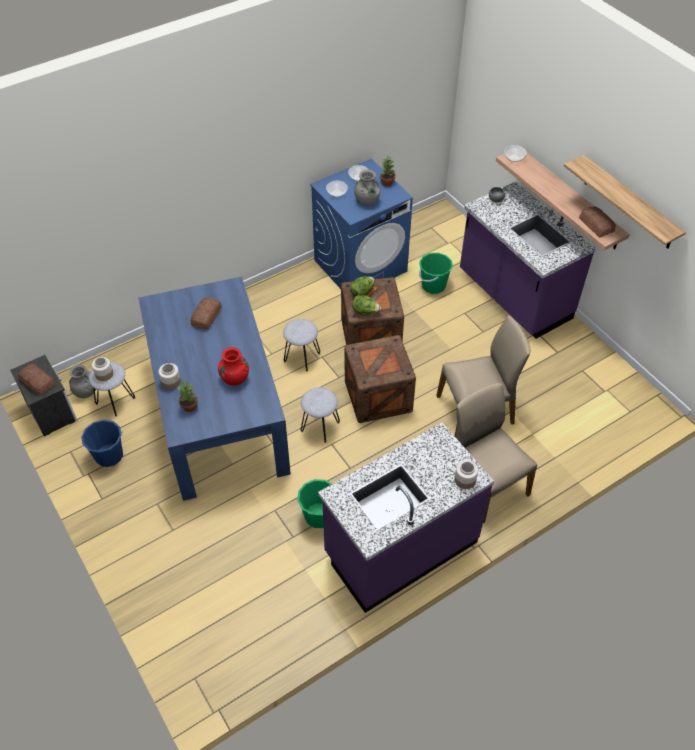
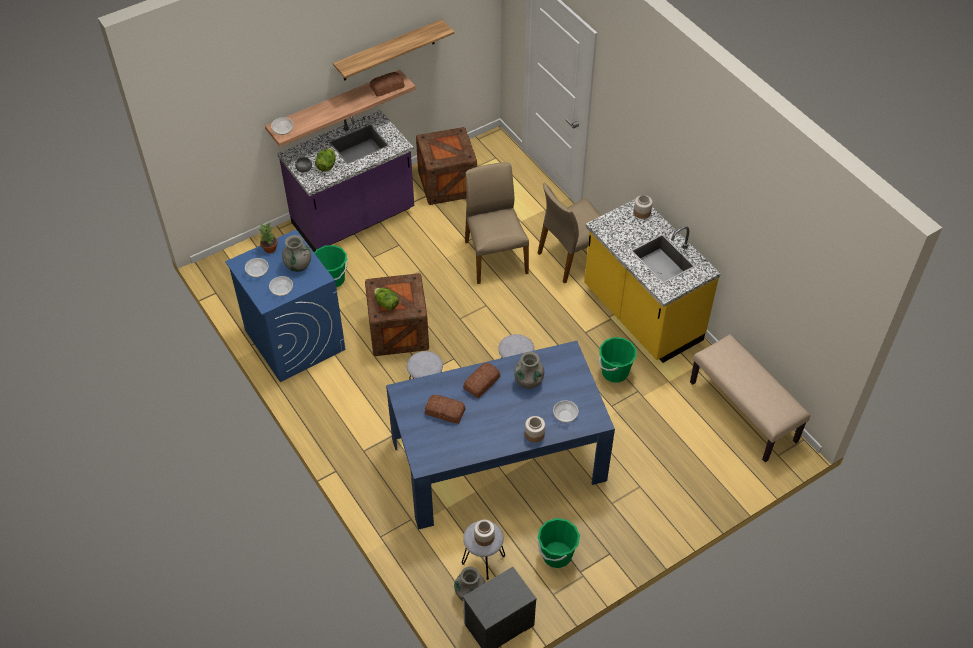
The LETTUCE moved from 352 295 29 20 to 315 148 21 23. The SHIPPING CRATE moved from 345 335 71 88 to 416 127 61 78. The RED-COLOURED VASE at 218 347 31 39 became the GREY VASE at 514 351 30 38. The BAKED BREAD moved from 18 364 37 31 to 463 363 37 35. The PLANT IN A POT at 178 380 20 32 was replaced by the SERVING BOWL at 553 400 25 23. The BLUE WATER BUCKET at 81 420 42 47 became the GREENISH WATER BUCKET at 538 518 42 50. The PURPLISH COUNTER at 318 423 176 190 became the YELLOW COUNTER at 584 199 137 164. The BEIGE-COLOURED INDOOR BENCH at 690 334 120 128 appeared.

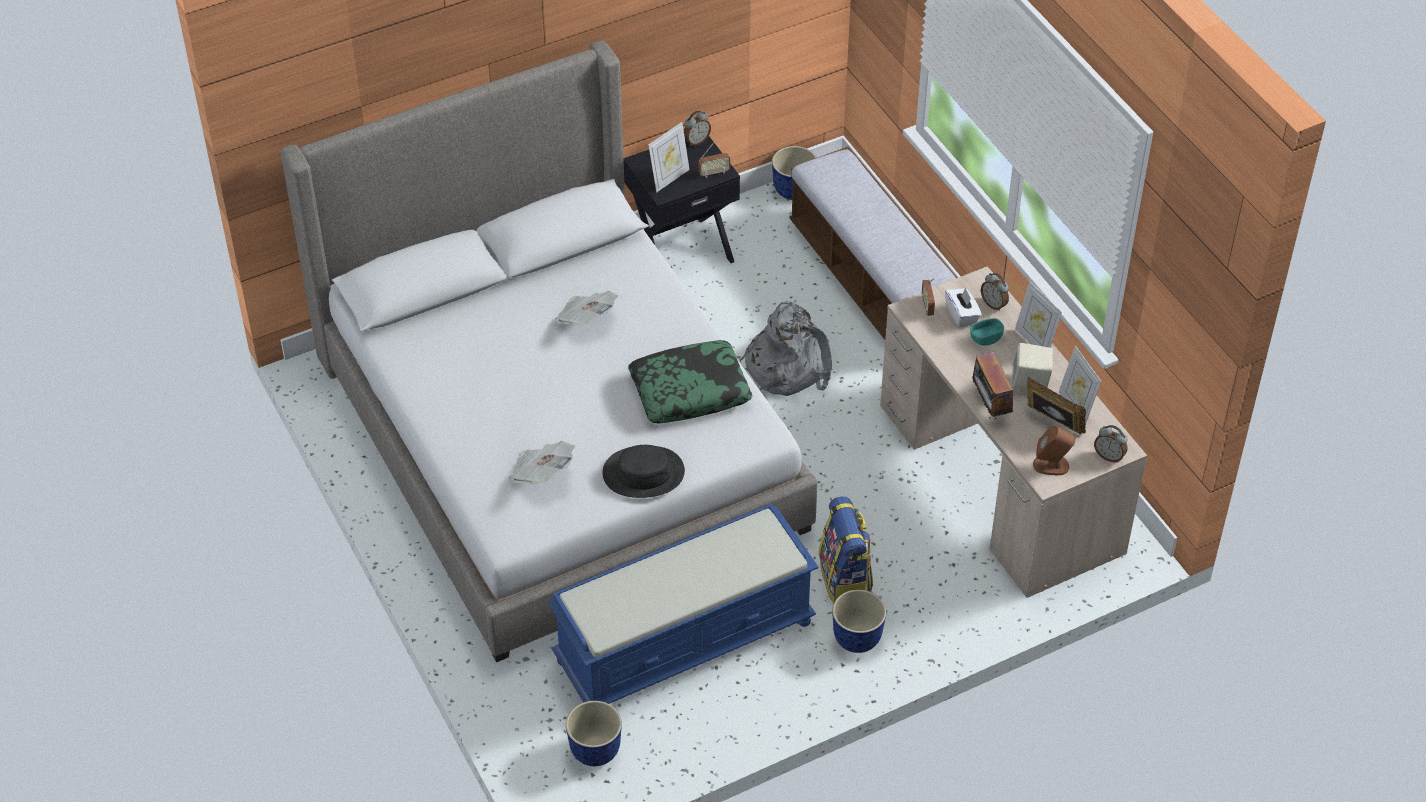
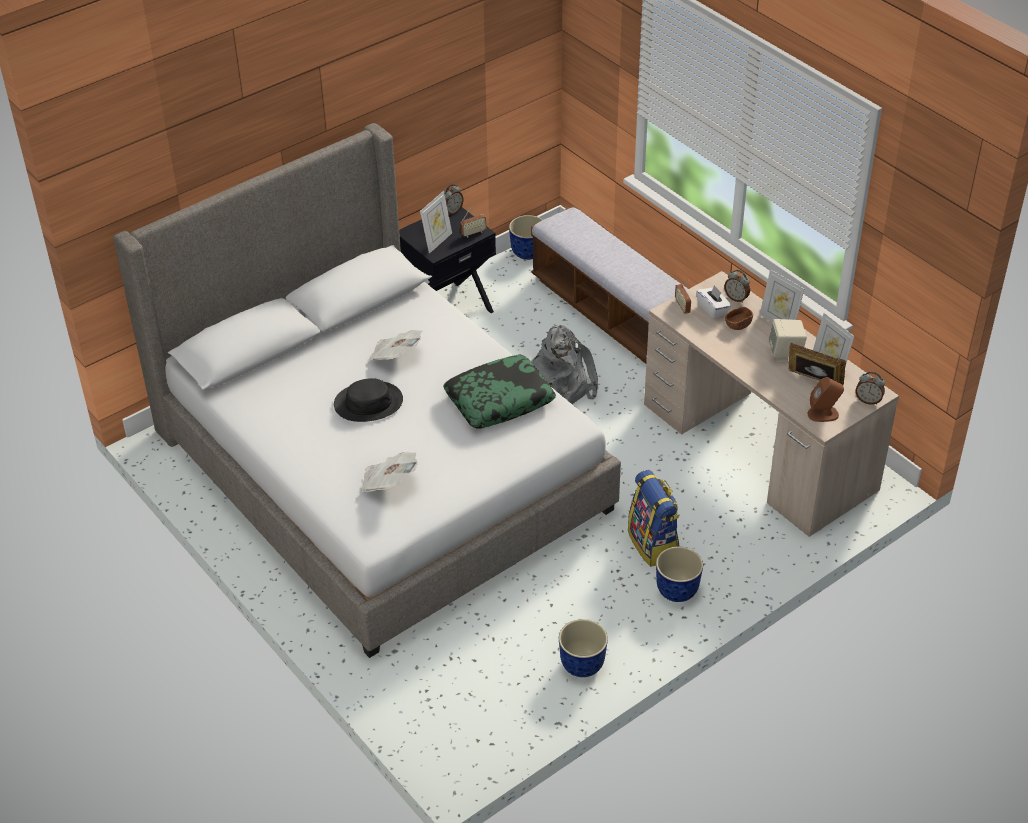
The TURQUOISE-COLOURED SERVING BOWL at 970 318 34 28 became the BROWN-COLOURED SERVING BOWL at 725 307 28 23. The RADIO at 972 352 45 68 disappeared. The BLACKISH CLOTHING HAT moved from 602 445 83 53 to 334 378 69 44. The BLUE INDOOR BENCH at 547 503 272 201 disappeared. The PLANT POT moved from 566 701 56 65 to 559 619 49 58.

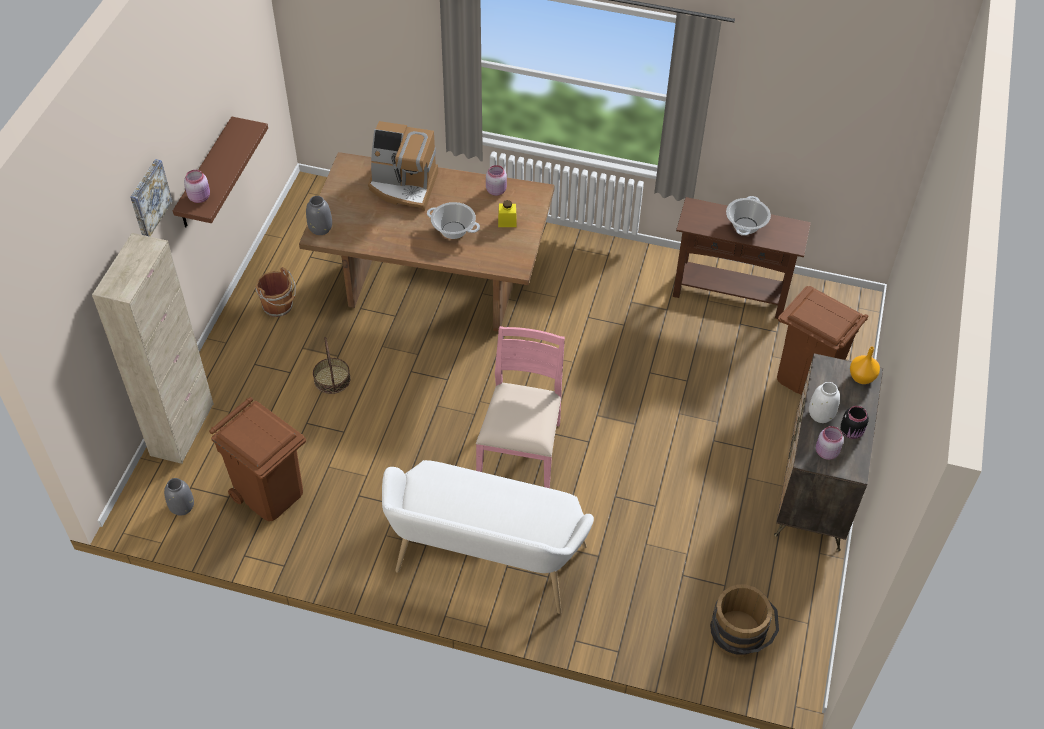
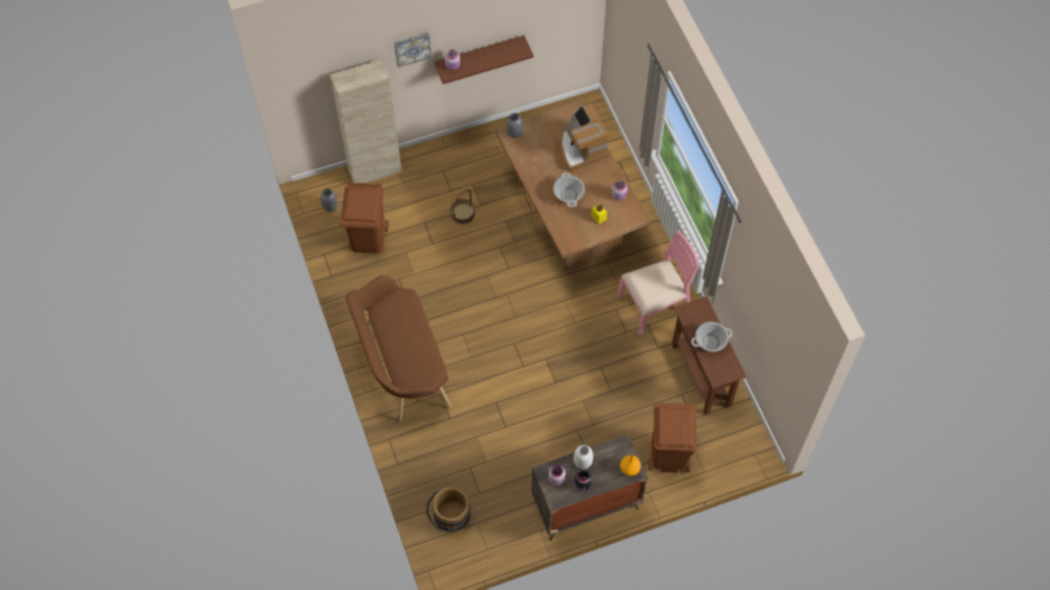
The BROWN-COLOURED WATER BUCKET at 255 267 41 50 disappeared. The PINK-COLOURED PLAIN CHAIR moved from 476 326 89 162 to 617 230 83 106. The WHITE-COLOURED INDOOR BENCH at 382 460 212 154 became the BROWN-COLOURED INDOOR BENCH at 346 275 106 147.

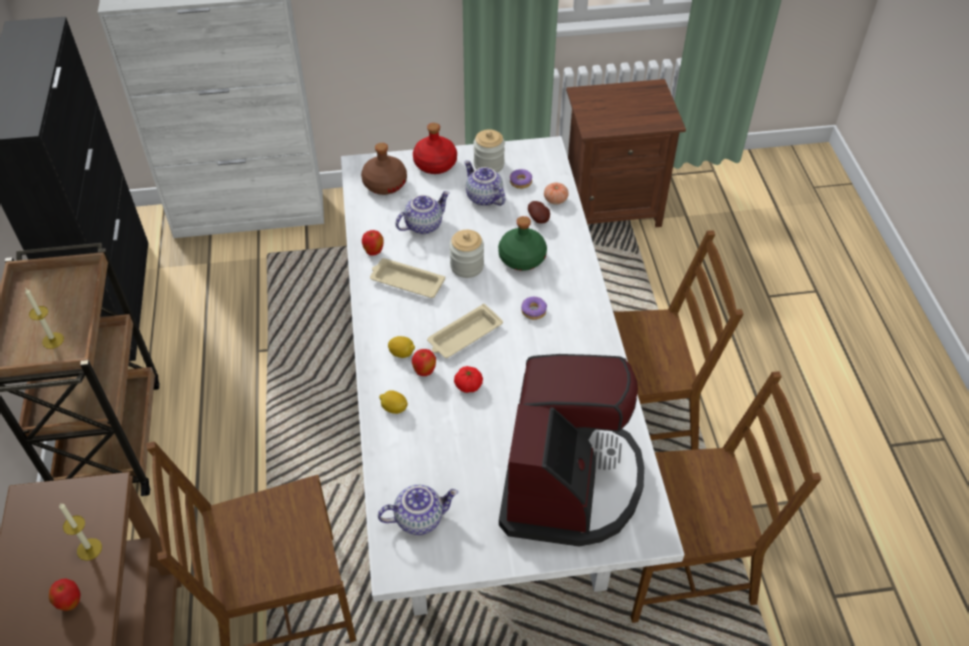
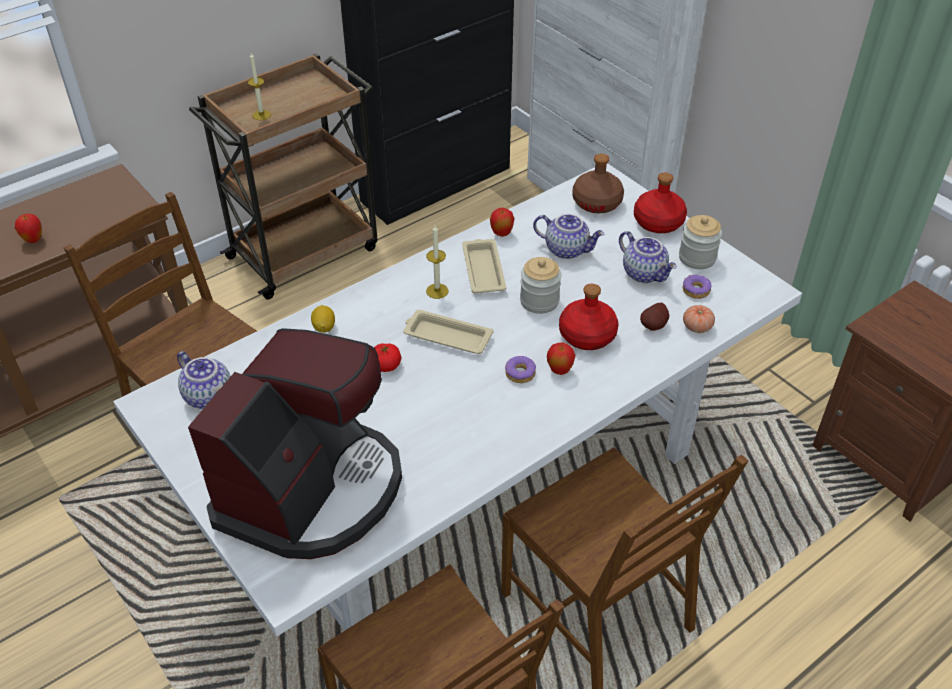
The POT FOR TEA at 464 160 42 46 turned 120 degrees clockwise. The GREENISH BOTTLE at 498 216 49 55 became the RED-COLOURED BOTTLE at 559 284 60 66. The CITRUS FRUIT at 388 336 27 22 disappeared. The APPLE moved from 412 349 24 27 to 547 343 29 32. The COFFEE MACHINE at 499 354 145 193 turned 45 degrees counterclockwise. The WAX LIGHT moved from 59 503 43 58 to 426 225 22 74.

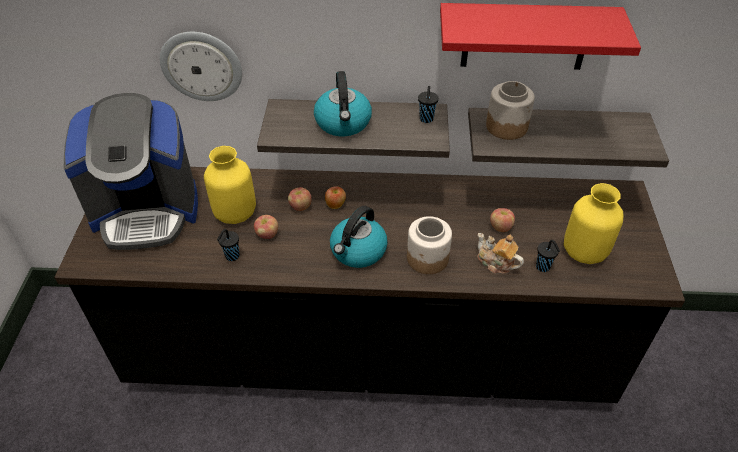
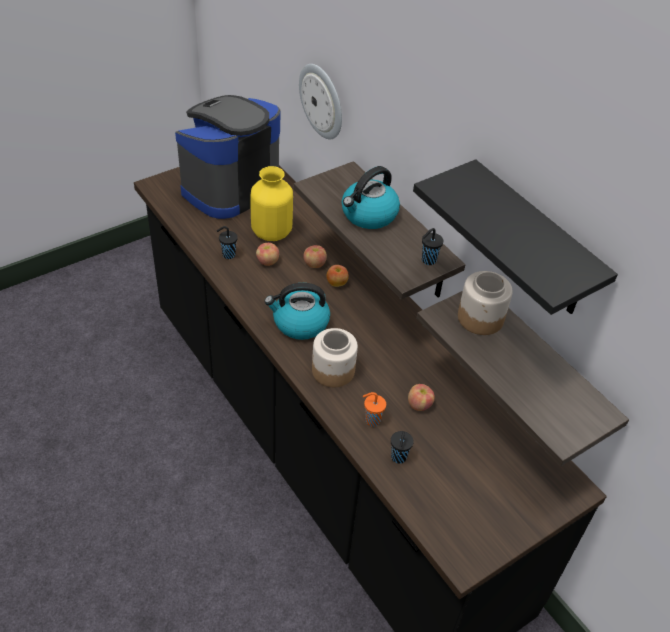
The RED-COLOURED BRACKET SHELF at 440 3 201 67 became the BLACKISH BRACKET SHELF at 413 159 205 156. The COFFEE MACHINE at 64 93 134 157 turned 90 degrees clockwise. The YELLOW VASE at 564 183 59 81 disappeared. The POT FOR TEA at 477 233 47 41 was replaced by the ORANGE SMALL CUP at 363 392 23 34.

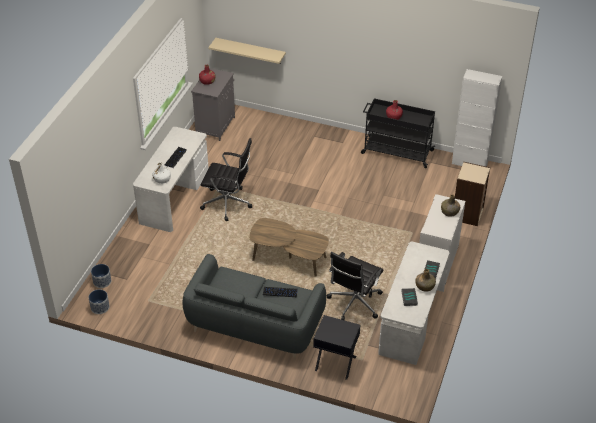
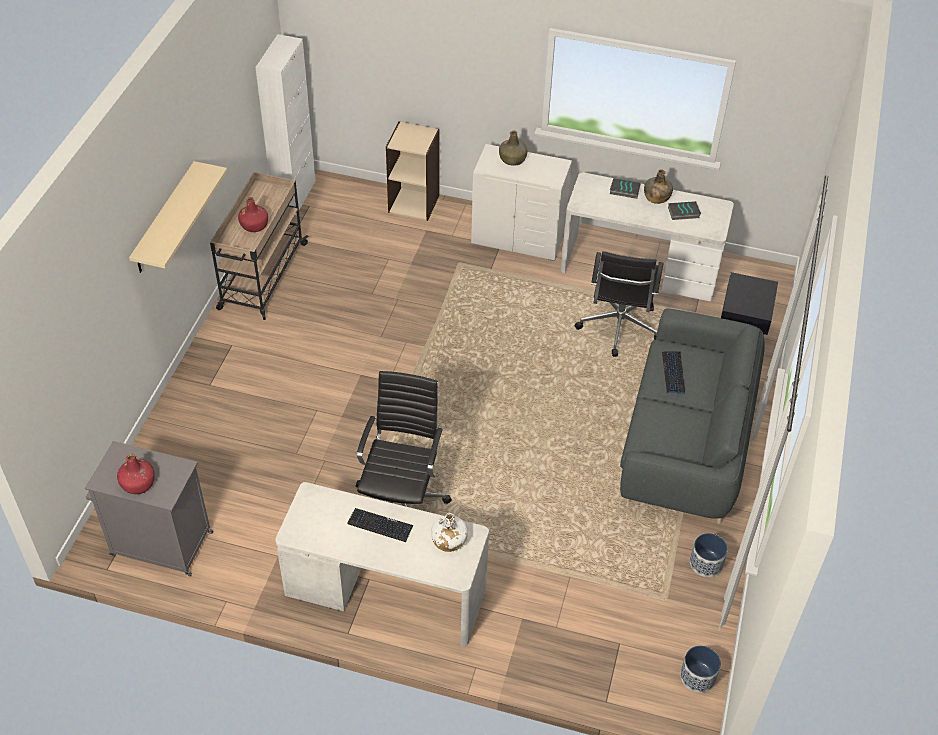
The BEIGE-COLOURED BRACKET SHELF moved from 208 38 78 26 to 129 161 98 112. The BLACKISH TROLLEY at 361 98 74 70 became the BEIGE-COLOURED TROLLEY at 210 172 99 148. The BROWN-COLOURED LOUNGE TABLE at 249 218 80 59 disappeared. The BLACKISH DESK CHAIR at 326 252 58 68 turned 75 degrees clockwise. The PLANT POT moved from 91 264 21 24 to 690 533 38 44.

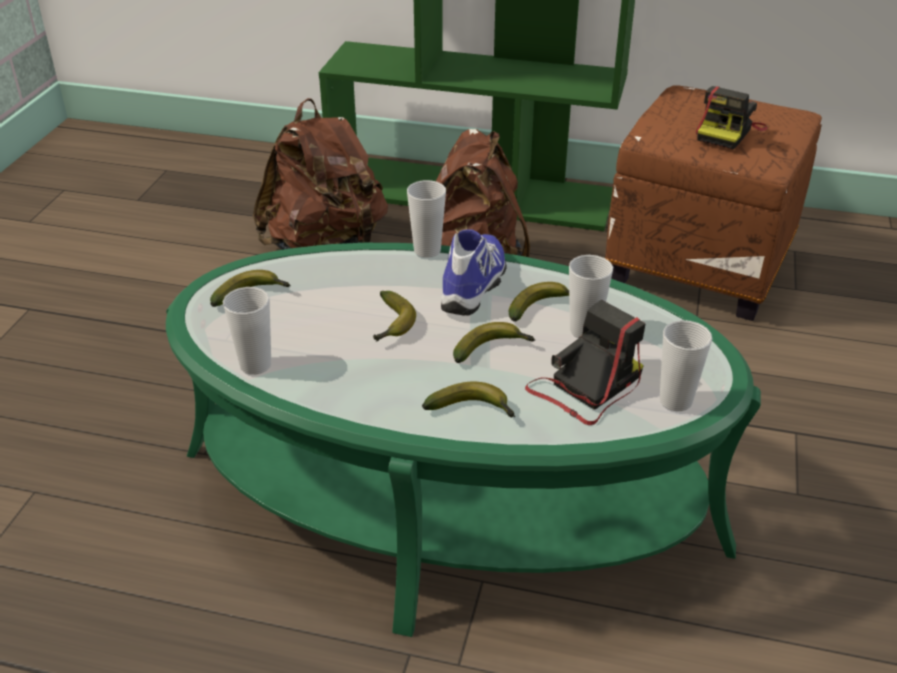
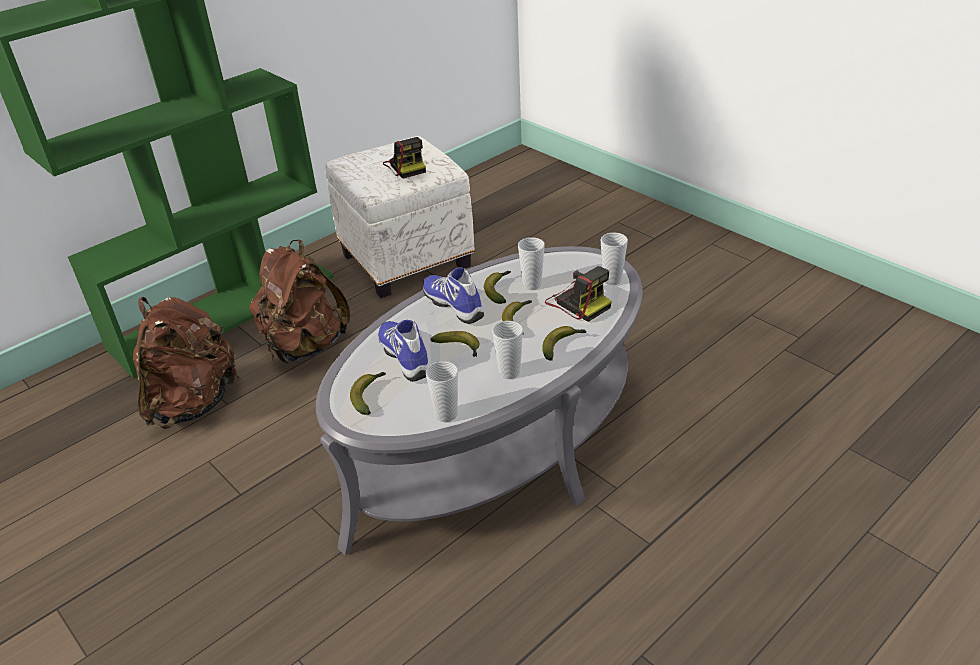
The BROWN-COLOURED OTTOMAN at 605 85 217 236 became the WHITE-COLOURED OTTOMAN at 326 136 149 162. The SMALL CUP moved from 407 180 39 78 to 492 321 31 58. The GREENISH LOUNGE TABLE at 166 243 595 394 became the GREY LOUNGE TABLE at 316 246 327 310. The STILL CAMERA at 525 300 121 125 turned 150 degrees clockwise. The ITEM OF FOOTWEAR at 378 320 51 62 appeared.

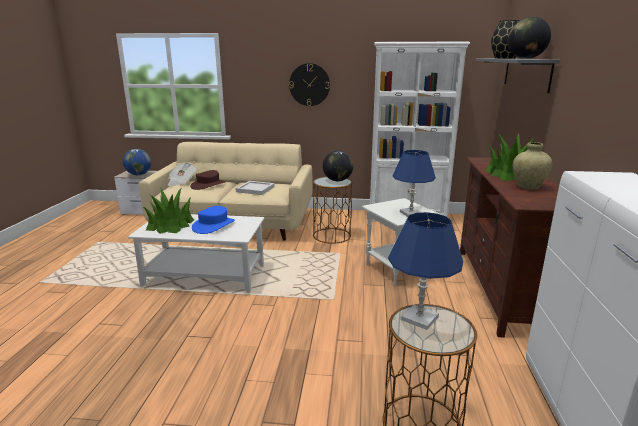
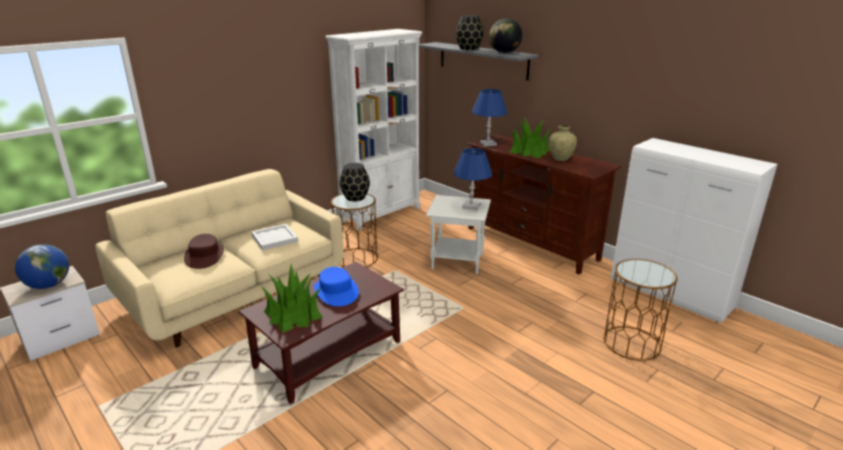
The WALL CLOCK at 289 63 41 43 disappeared. The DESK GLOBE at 323 151 30 30 was replaced by the BLACKISH VASE at 340 163 30 39. The DAILY PAPER at 168 163 28 23 disappeared. The BLUE LAMP FOR A TABLE moved from 388 212 75 118 to 472 89 35 57. The WHITE-COLOURED LOUNGE TABLE at 128 214 136 79 became the BROWN-COLOURED LOUNGE TABLE at 239 262 165 142.

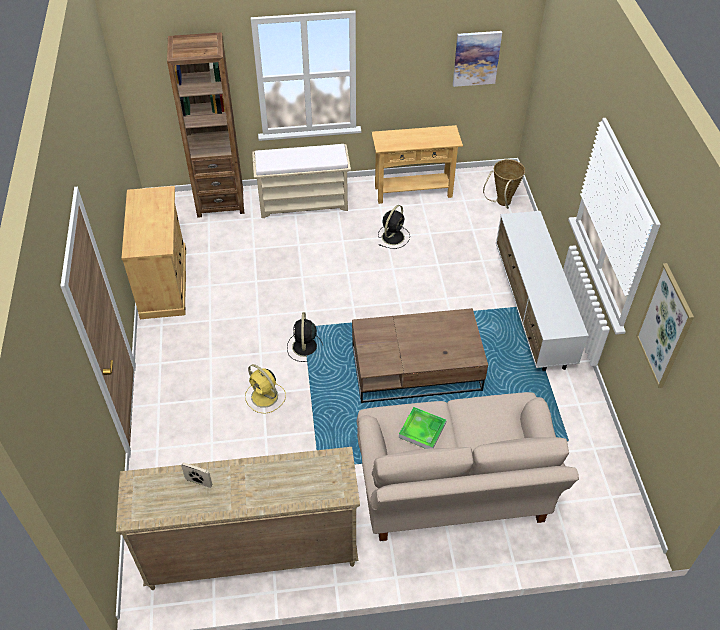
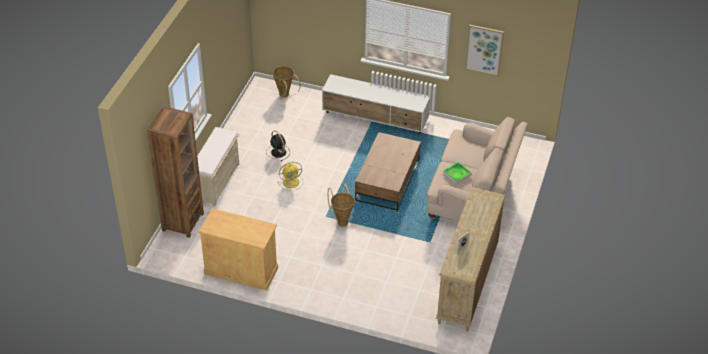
The PICTURE at 453 31 49 56 disappeared. The BEIGE-COLOURED CONSOLE TABLE at 371 125 92 79 disappeared. The BLACKISH FAN at 287 312 36 50 was replaced by the STORAGE BASKET at 328 185 27 42. The YELLOW FAN moved from 245 364 41 50 to 278 162 25 29.

